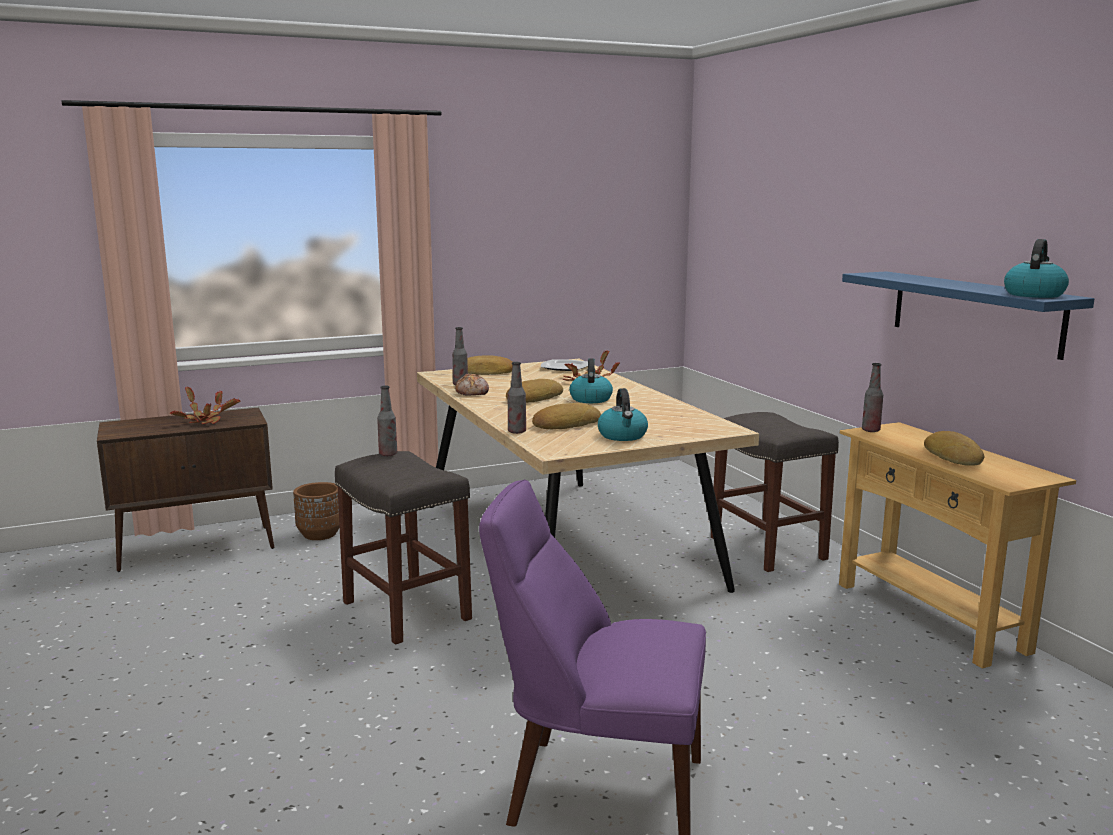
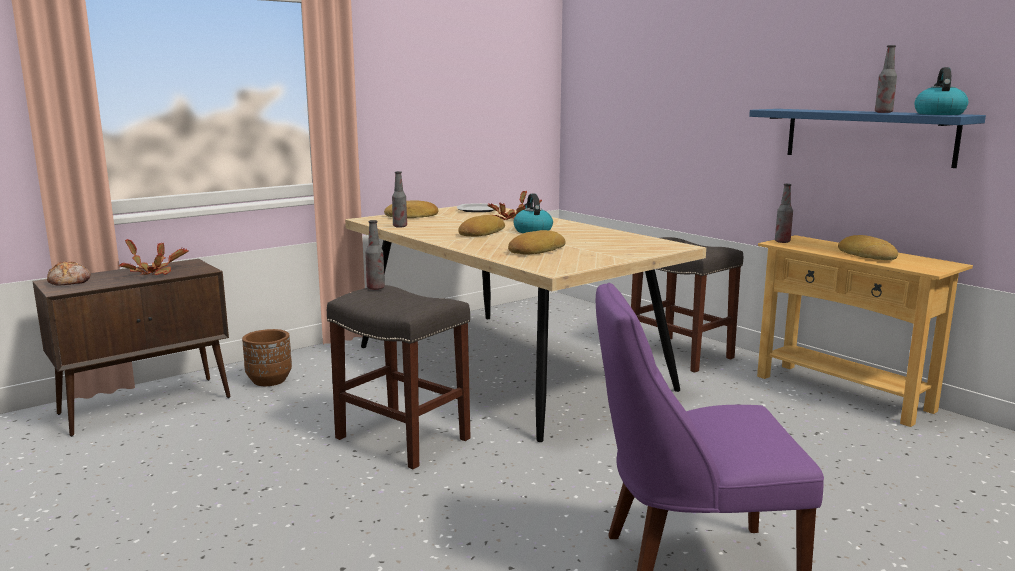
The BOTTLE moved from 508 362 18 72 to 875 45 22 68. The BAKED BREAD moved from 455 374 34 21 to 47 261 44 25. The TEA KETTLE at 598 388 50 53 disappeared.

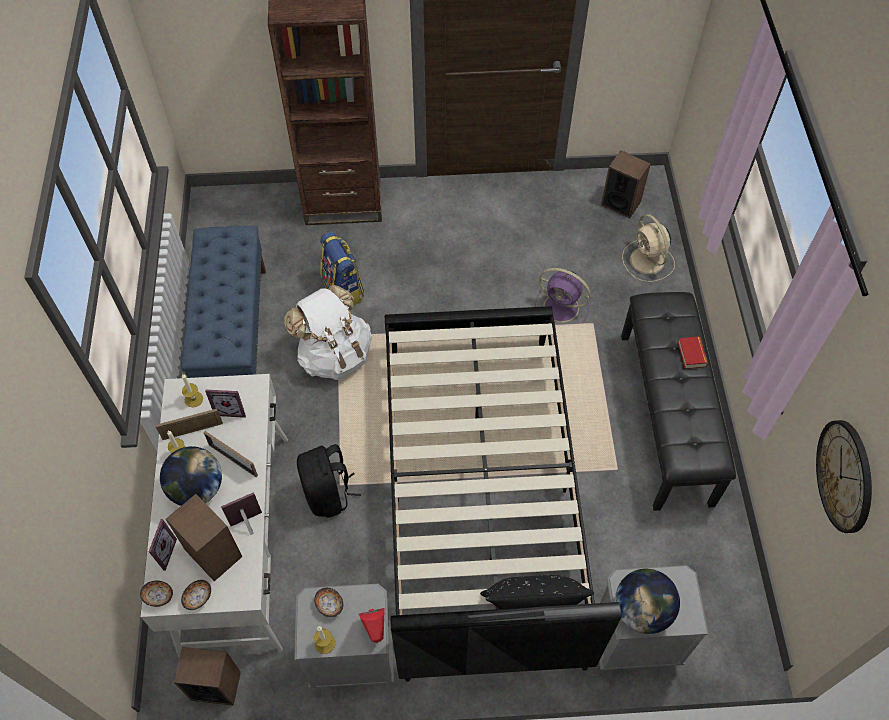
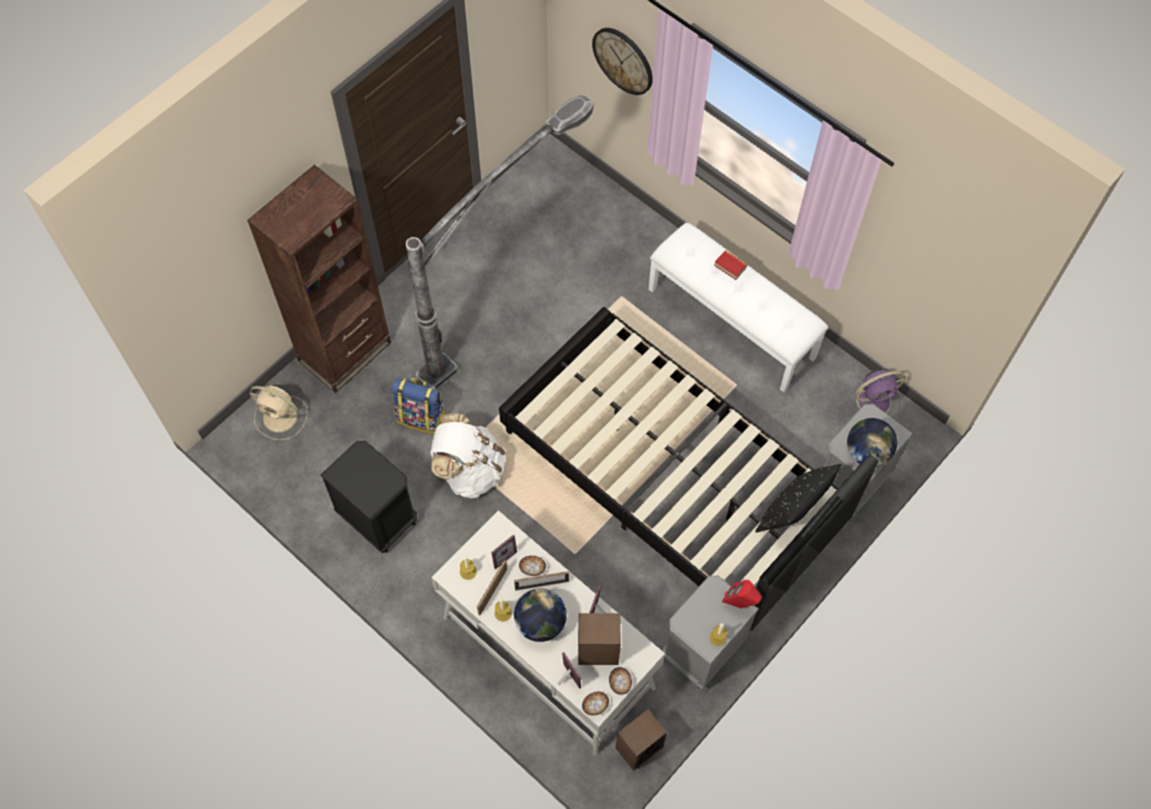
The AUDIO SPEAKER at 601 150 50 68 disappeared. The BEIGE-COLOURED FAN moved from 622 214 53 68 to 249 385 59 55. The BLUE INDOOR BENCH at 181 226 85 152 was replaced by the BLACKISH NIGHTSTAND at 320 441 97 112. The PURPLISH FAN moved from 535 268 56 56 to 845 369 61 49. The BLACKISH INDOOR BENCH at 621 292 115 219 became the WHITE-COLOURED INDOOR BENCH at 649 223 180 169. The WALL CLOCK moved from 816 420 56 113 to 592 28 61 67. The BLACKISH RUCKSACK at 297 444 64 74 disappeared. The SERVING BOWL moved from 314 588 29 29 to 519 556 27 20. The STANDARD LAMP at 406 95 187 293 appeared.

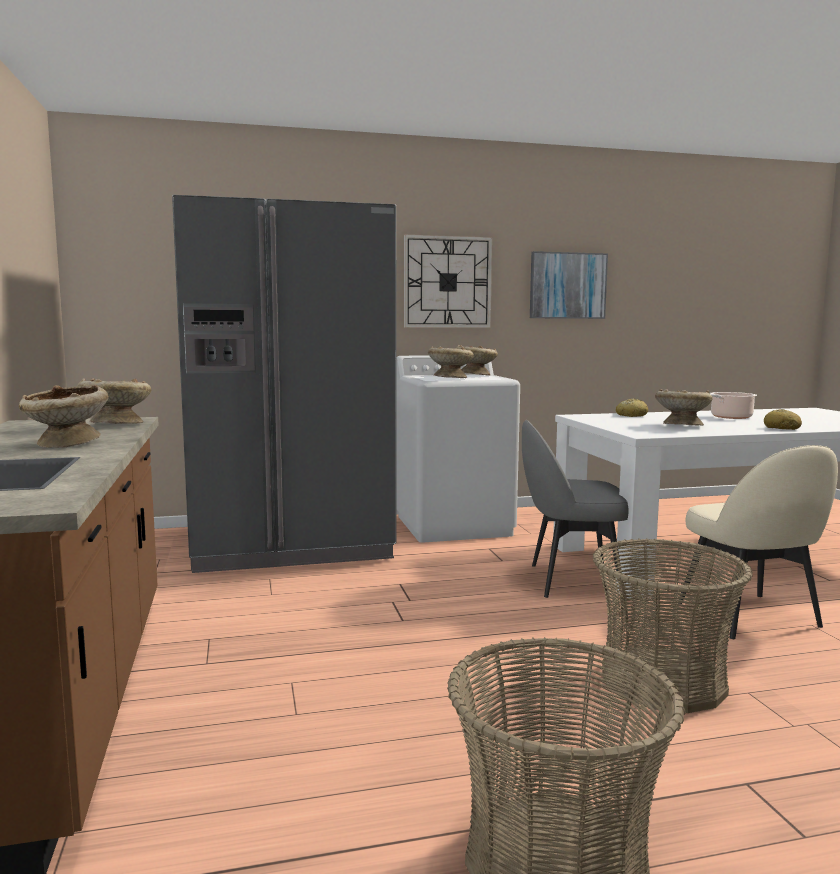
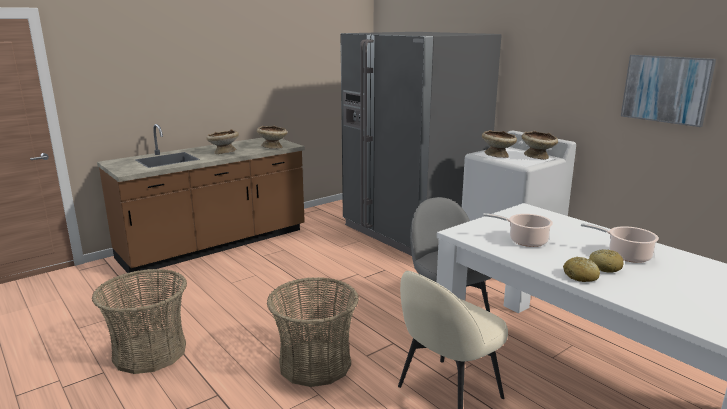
The WALL CLOCK at 404 235 88 93 disappeared. The BEIGE-COLOURED SERVING BOWL at 655 389 58 37 was replaced by the STOCKPOT at 483 213 70 34. The BAKED BREAD moved from 616 398 32 19 to 589 250 34 22.

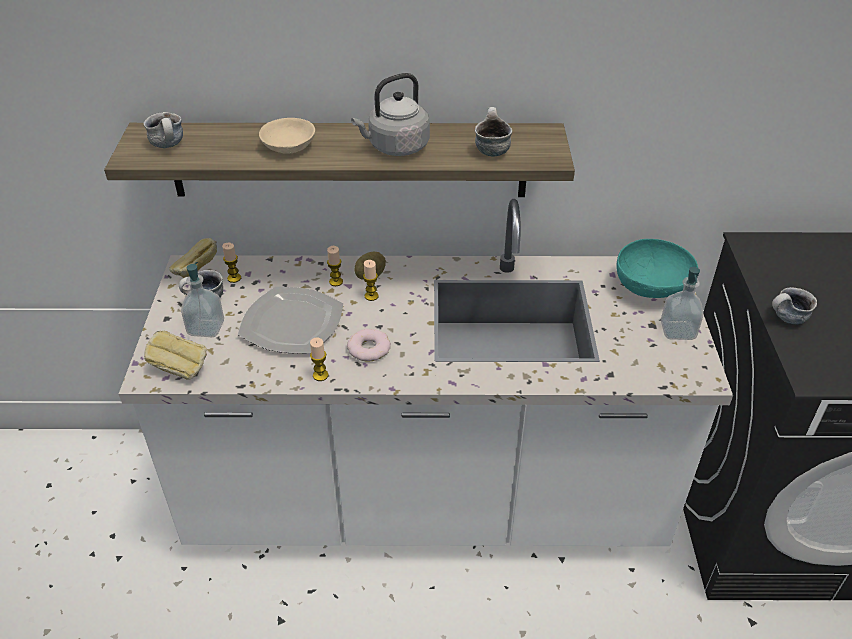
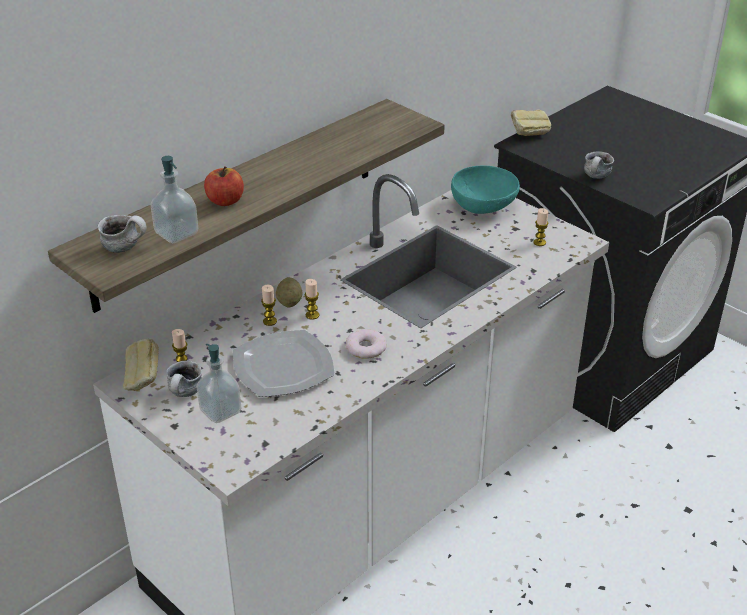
The GREY TEA KETTLE at 351 73 79 83 disappeared. The COFFEE MUG at 475 107 37 50 disappeared. The BEIGE-COLOURED SERVING BOWL at 259 118 56 36 was replaced by the APPLE at 204 167 40 39. The LIQUID SOAP BOTTLE moved from 661 267 42 73 to 150 156 48 87. The BAKED BREAD moved from 144 331 63 49 to 511 110 40 26. The WAX LIGHT moved from 310 337 19 44 to 533 208 16 38.

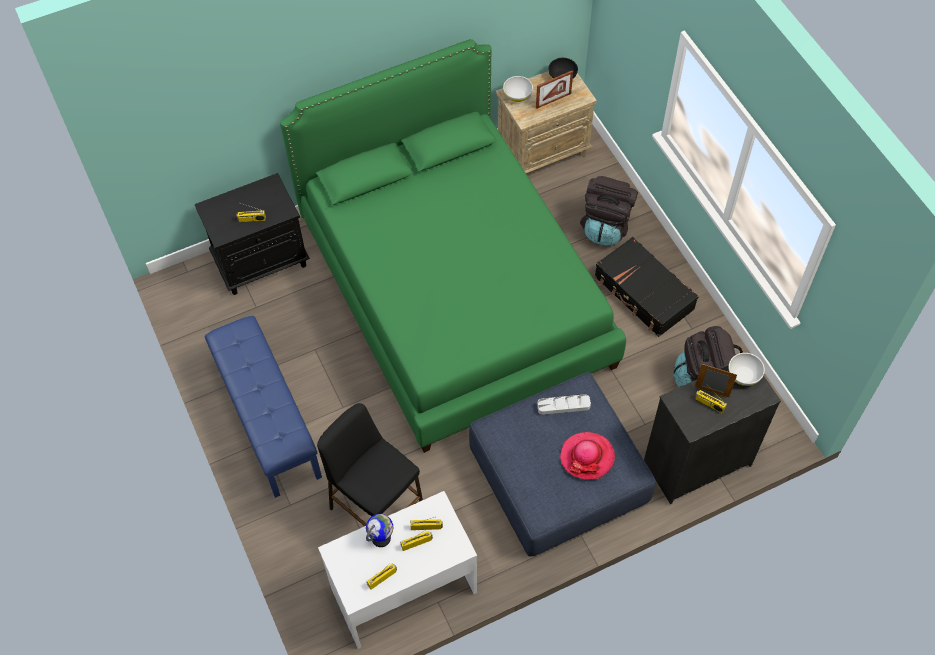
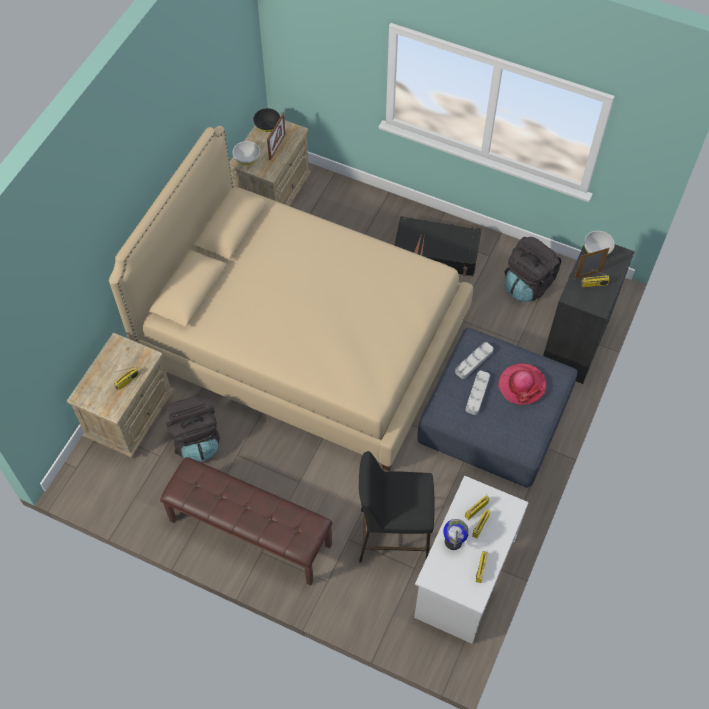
The GREENISH BEDROOM BED at 280 39 346 414 became the BEIGE-COLOURED BEDROOM BED at 109 126 364 345. The BLACKISH NIGHTSTAND at 195 173 115 122 became the BEIGE-COLOURED NIGHTSTAND at 67 332 107 127. The BLACKISH RUCKSACK moved from 580 176 58 70 to 162 395 58 67. The BLUE INDOOR BENCH at 205 316 117 182 became the BROWN-COLOURED INDOOR BENCH at 160 457 172 128. The GREY CARRYING TRAY at 466 371 24 44 appeared.

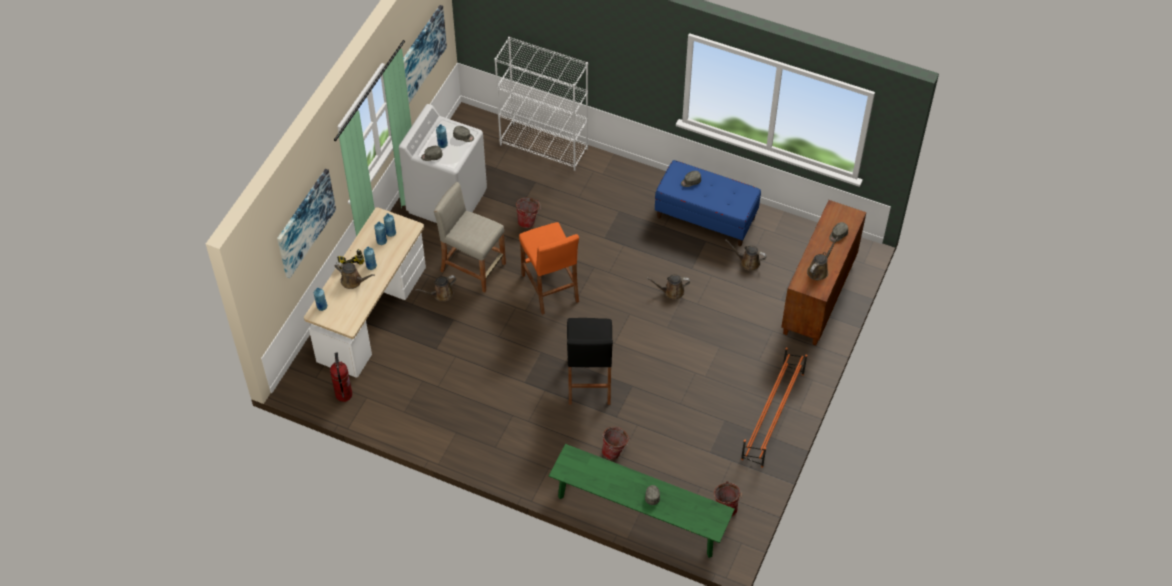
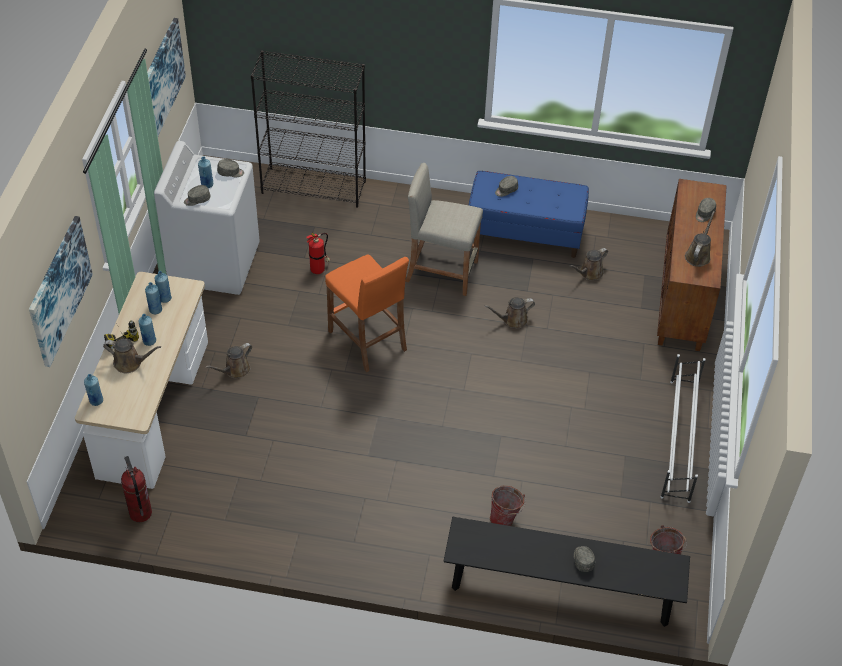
The WHITE-COLOURED SHELVING UNIT at 494 37 94 134 became the BLACKISH SHELVING UNIT at 251 50 115 158. The BEIGE-COLOURED STOOL moved from 434 182 72 111 to 405 163 78 133. The WATER BUCKET at 516 198 25 30 was replaced by the EXTINGUISHER at 306 233 24 41. The BROWN-COLOURED WATERING CAN at 725 239 42 32 turned 45 degrees counterclockwise. The BLACKISH STOOL at 567 318 46 87 disappeared. The ORANGE SHOE RACK at 741 347 66 121 became the WHITE-COLOURED SHOE RACK at 661 354 45 149. The GREENISH INDOOR BENCH at 549 444 186 114 became the BLACKISH INDOOR BENCH at 444 517 246 110.

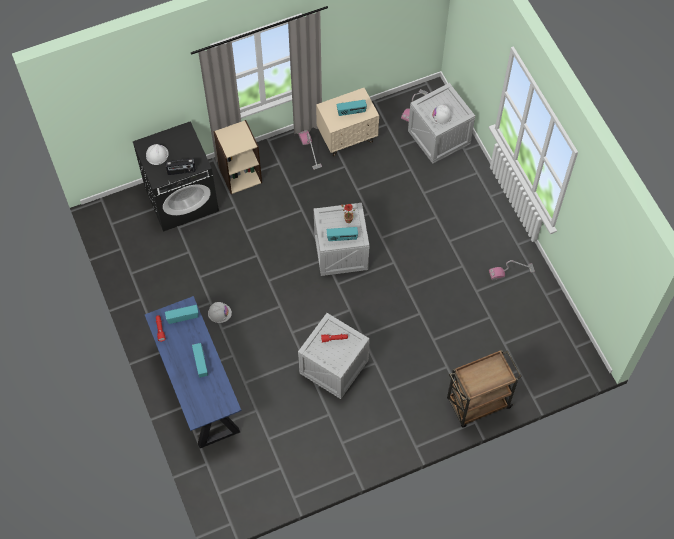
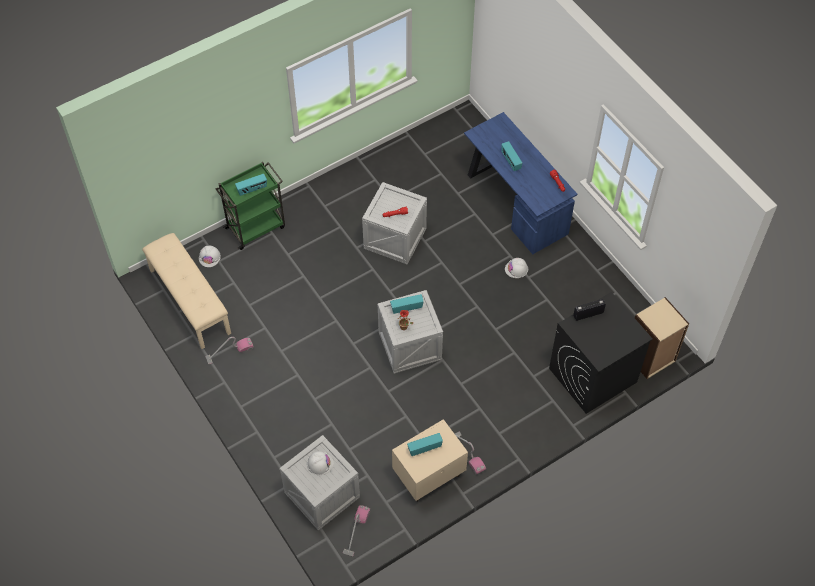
The BEIGE-COLOURED SHELVING UNIT moved from 213 120 49 74 to 635 297 54 82. The WHITE-COLOURED HARD HAT moved from 146 144 23 21 to 199 246 22 21. The RADIO moved from 165 305 33 19 to 235 174 32 22. The BROWN-COLOURED TROLLEY at 447 350 75 78 became the GREENISH TROLLEY at 216 162 69 88. The BEIGE-COLOURED INDOOR BENCH at 142 233 89 116 appeared.

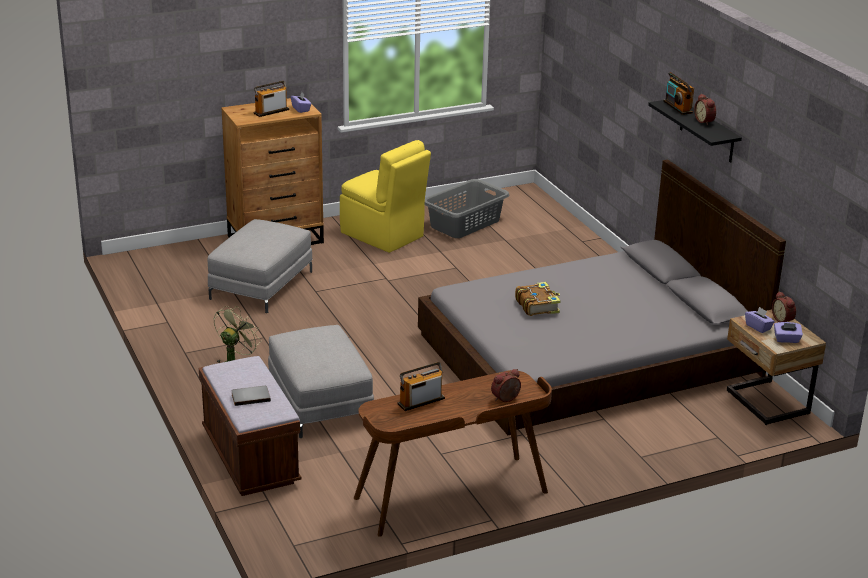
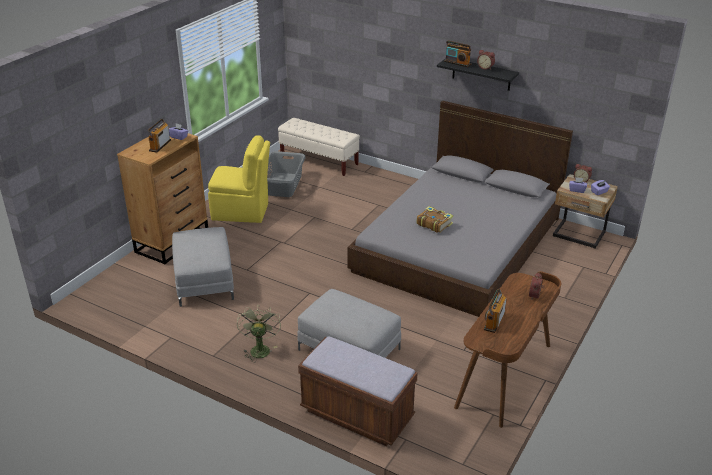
The GREY BOUND BOOK at 231 386 40 20 disappeared. The BEIGE-COLOURED INDOOR BENCH at 278 118 82 58 appeared.

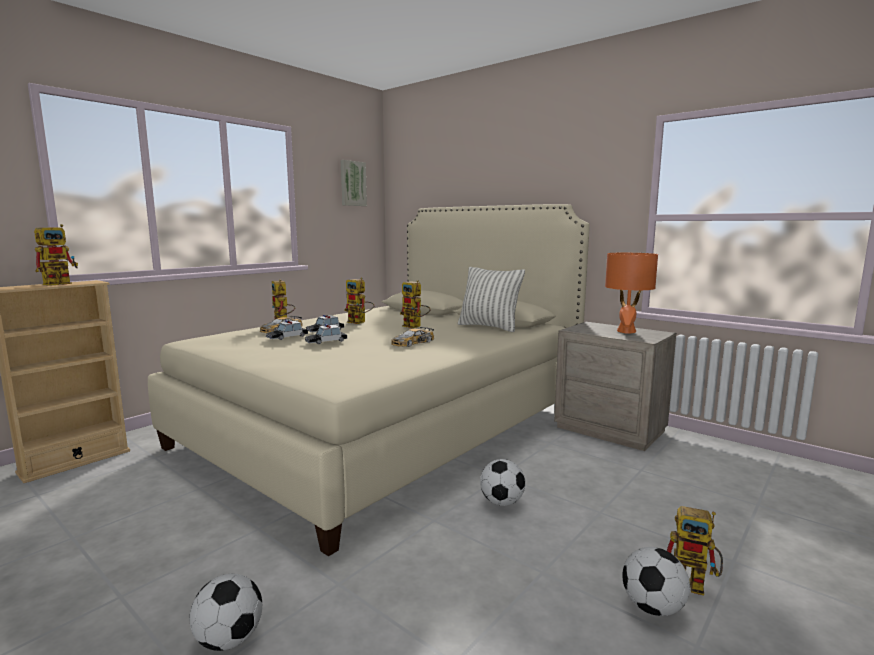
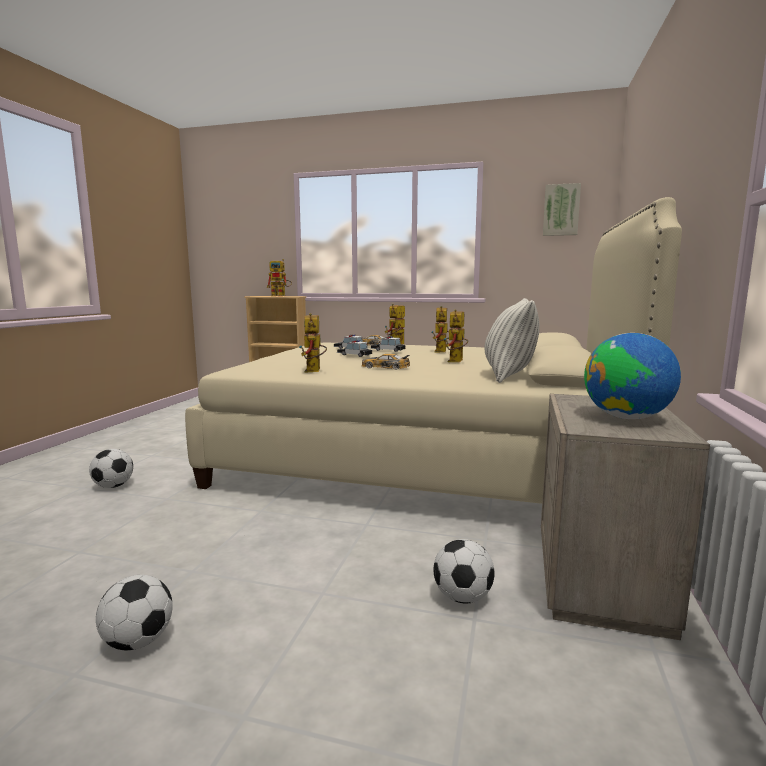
The ORANGE LAMP FOR A TABLE at 605 253 53 81 was replaced by the DESK GLOBE at 584 333 97 86. The FOOTBALL moved from 480 459 45 47 to 434 539 61 65. The MODEL ROBOT moved from 667 506 56 90 to 299 313 28 60.

